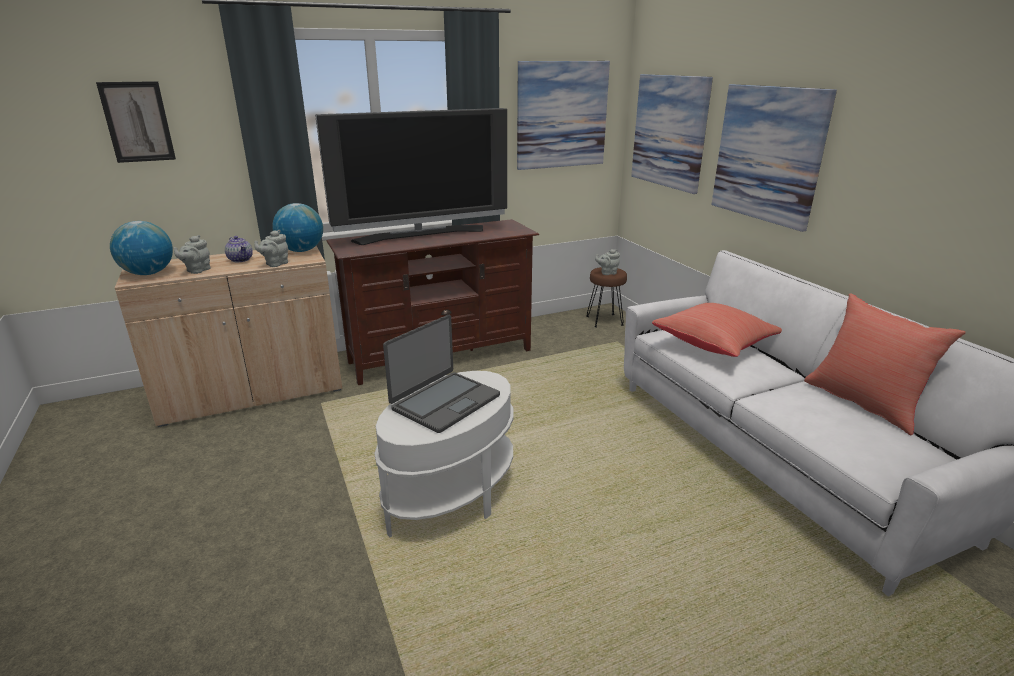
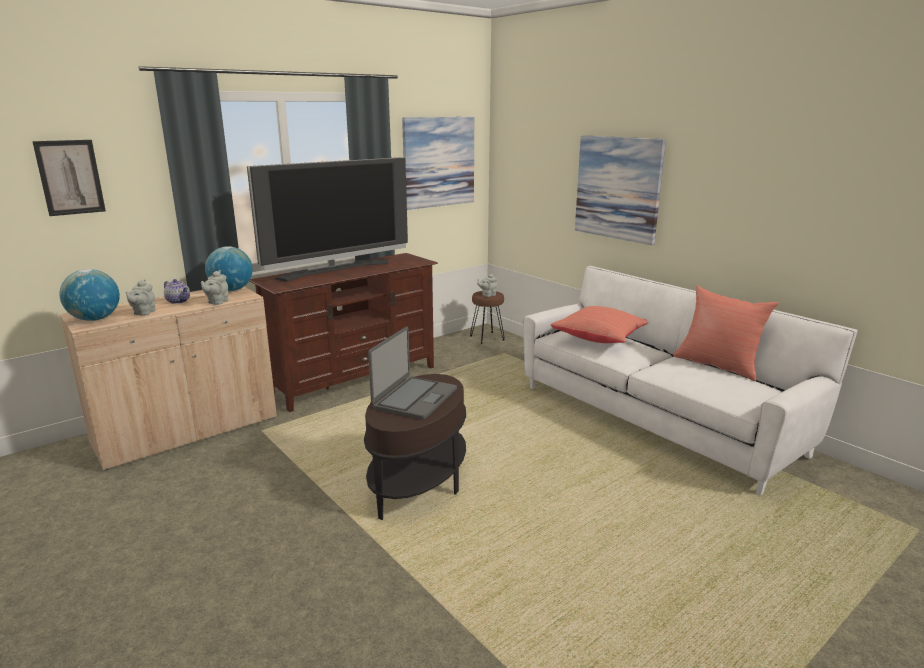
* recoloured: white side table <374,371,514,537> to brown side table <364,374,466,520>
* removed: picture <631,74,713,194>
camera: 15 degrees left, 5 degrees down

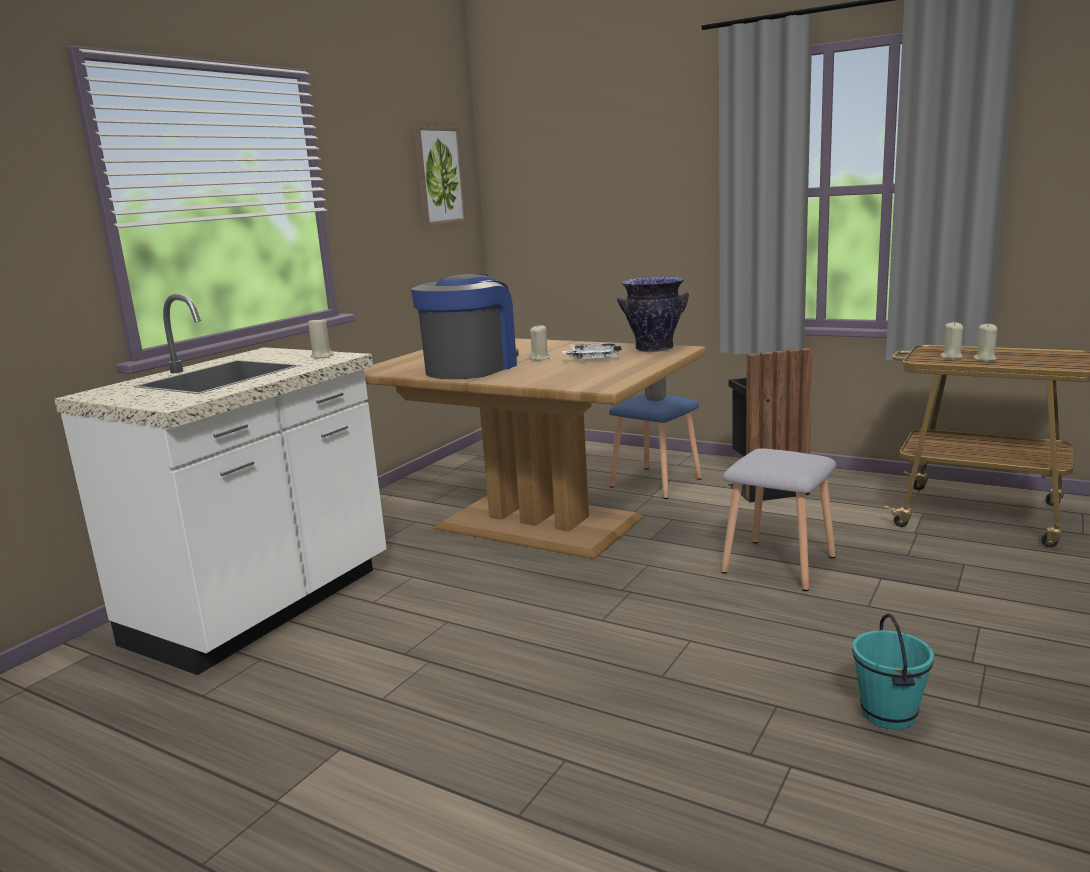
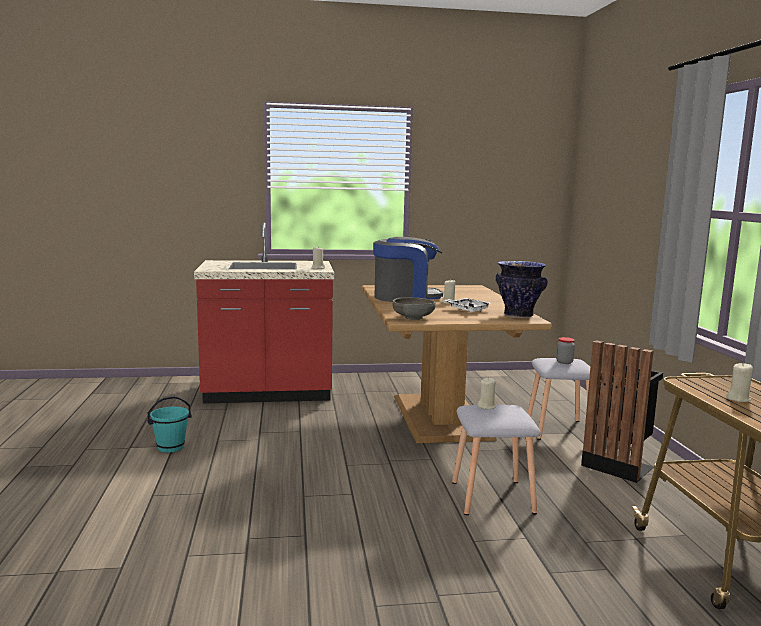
* moved: turquoise bucket <852,613,934,730> to <147,397,192,453>
* recoloured: white counter <54,294,387,675> to red counter <194,222,334,404>
* added: grey bowl <392,297,436,320>
* moved: beige candle <940,321,963,359> to <477,377,496,409>
* recoloured: blue stool <609,394,702,499> to grey stool <528,358,590,440>
* removed: picture <414,126,467,226>
camera: 50 degrees right, 5 degrees down

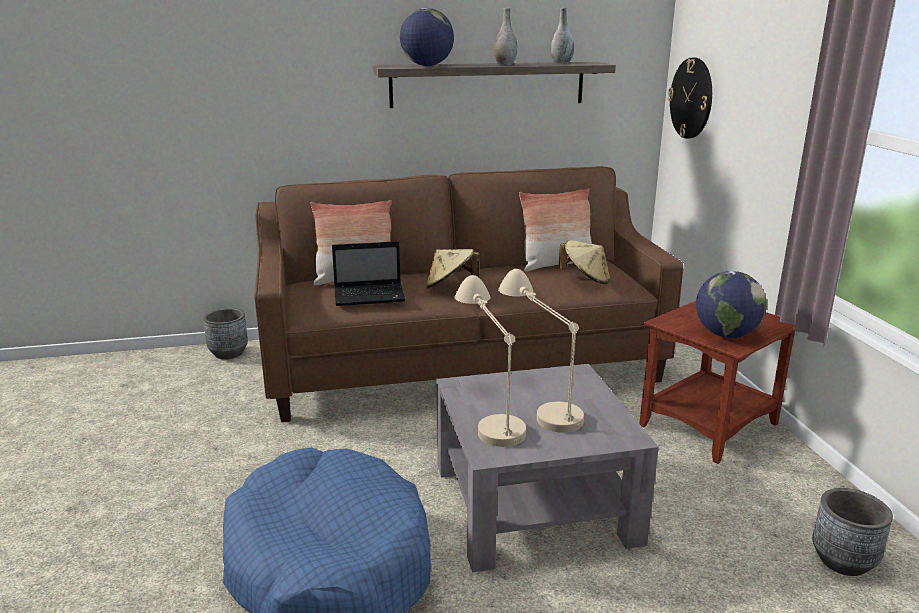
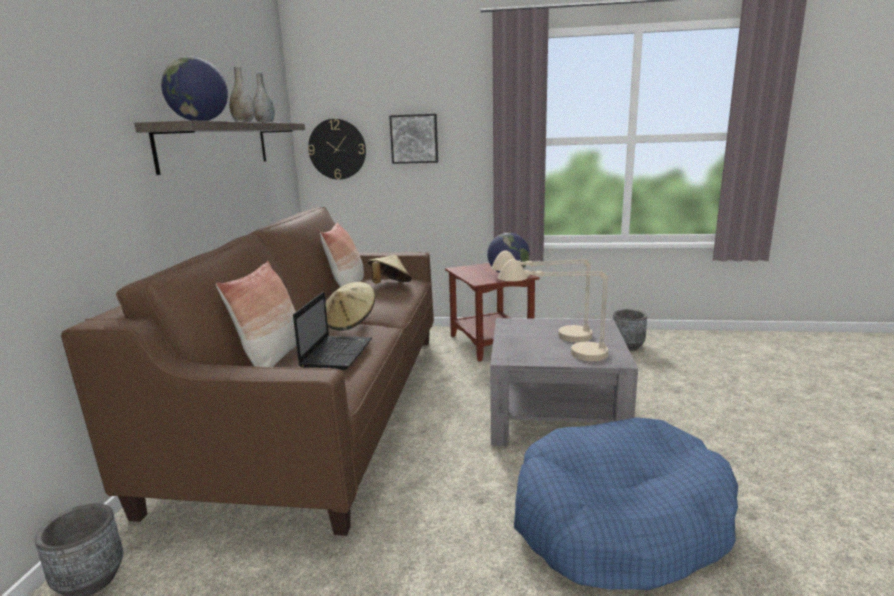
* added: picture <389,114,438,164>
camera: 70 degrees left, 5 degrees down

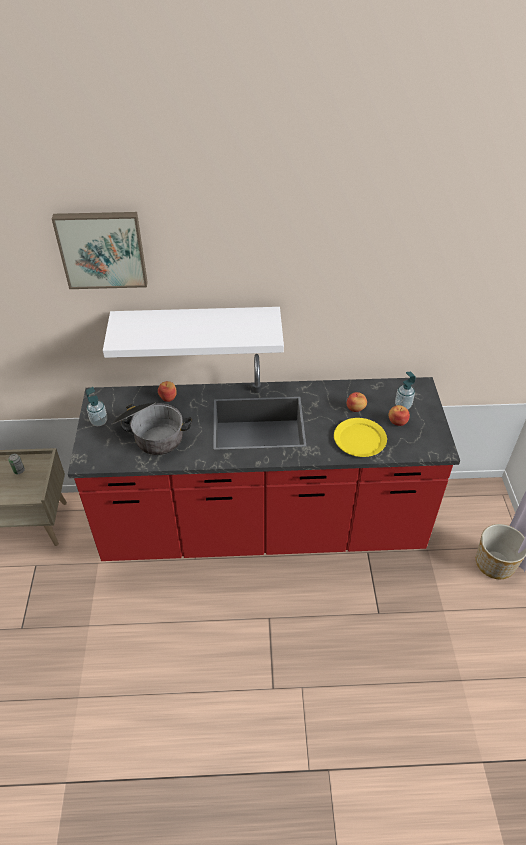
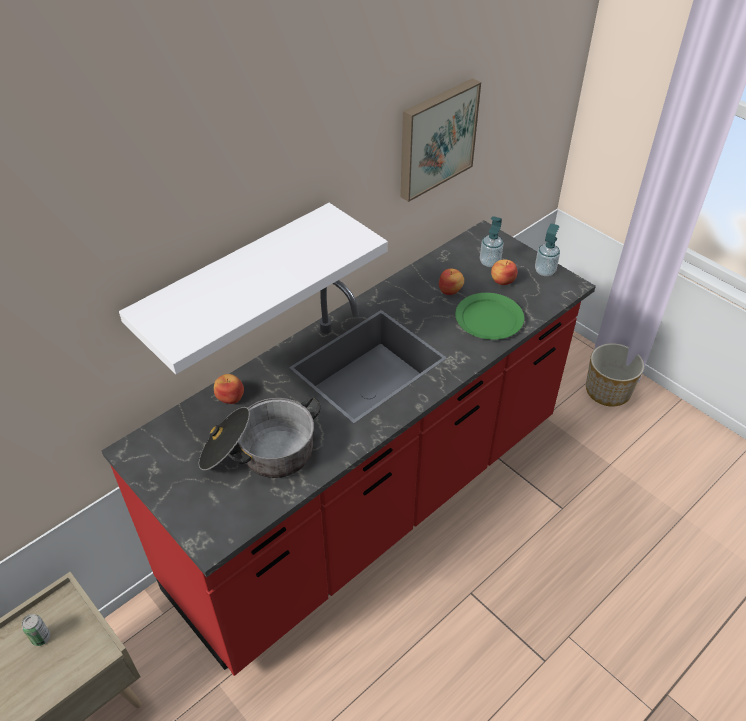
* moved: picture <52,212,148,289> to <400,78,481,202>
* recoloured: yellow plate <334,418,387,457> to green plate <455,293,524,340>
* moved: soap dispenser <86,387,107,426> to <535,224,560,276>
camera: 40 degrees left, 0 degrees up

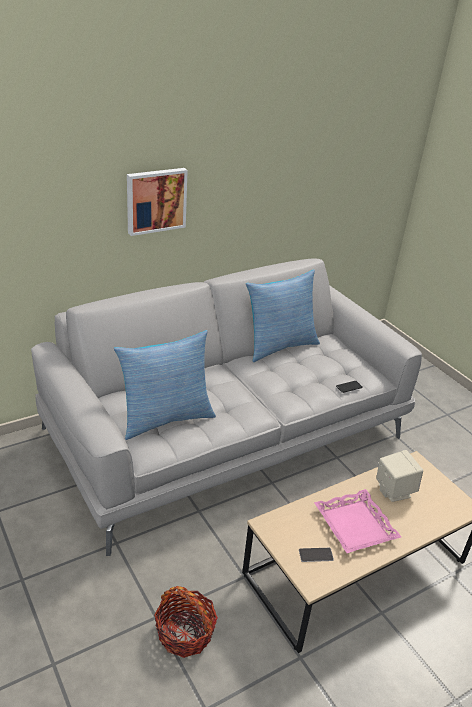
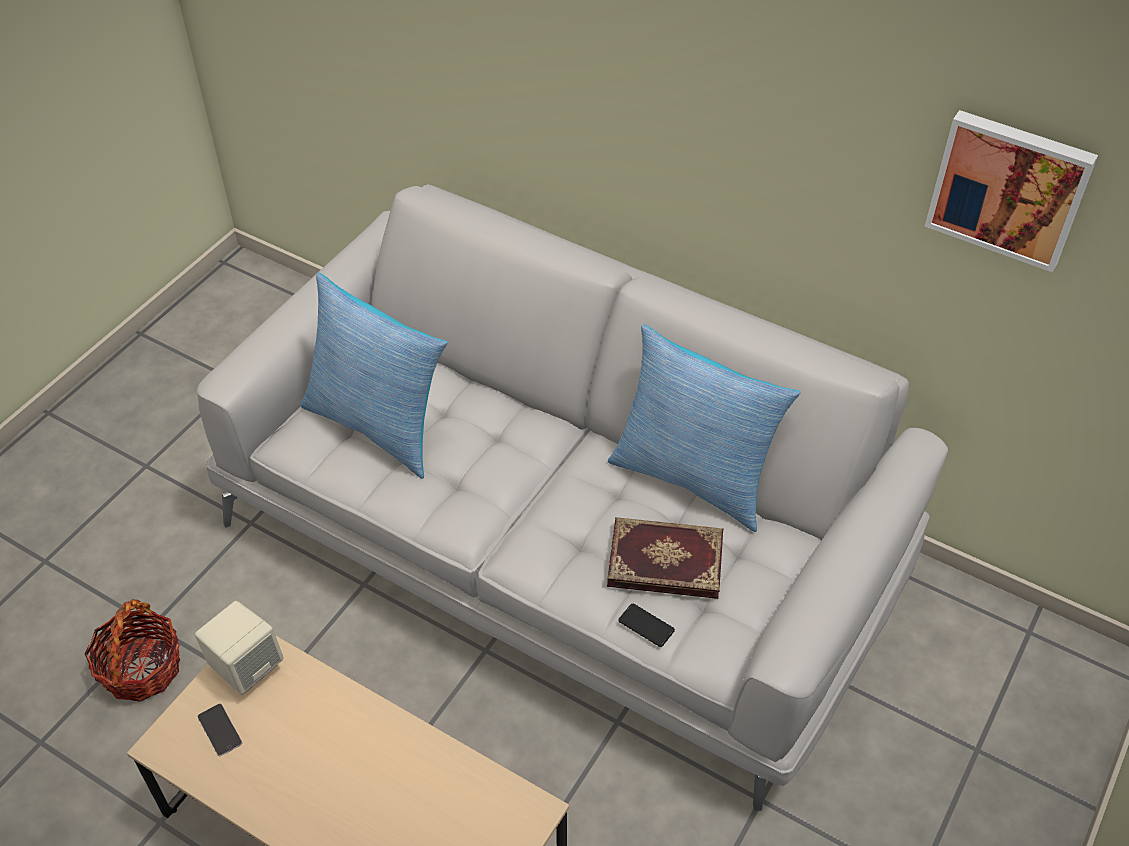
* moved: beige speaker <376,450,423,502> to <195,601,284,695>
* added: book <607,517,723,599>
* moved: picture <127,168,188,236> to <925,110,1098,272>
* removed: pink tray <314,489,401,553>
camera: 65 degrees right, 15 degrees up

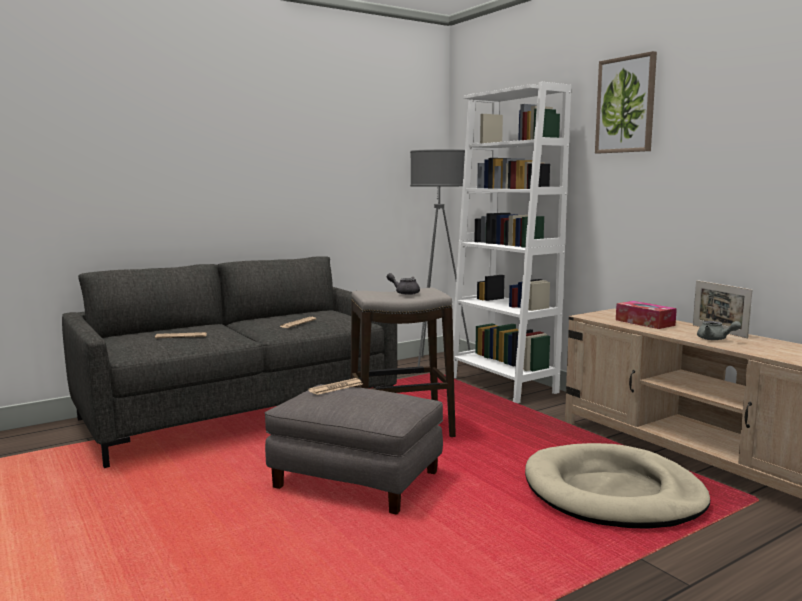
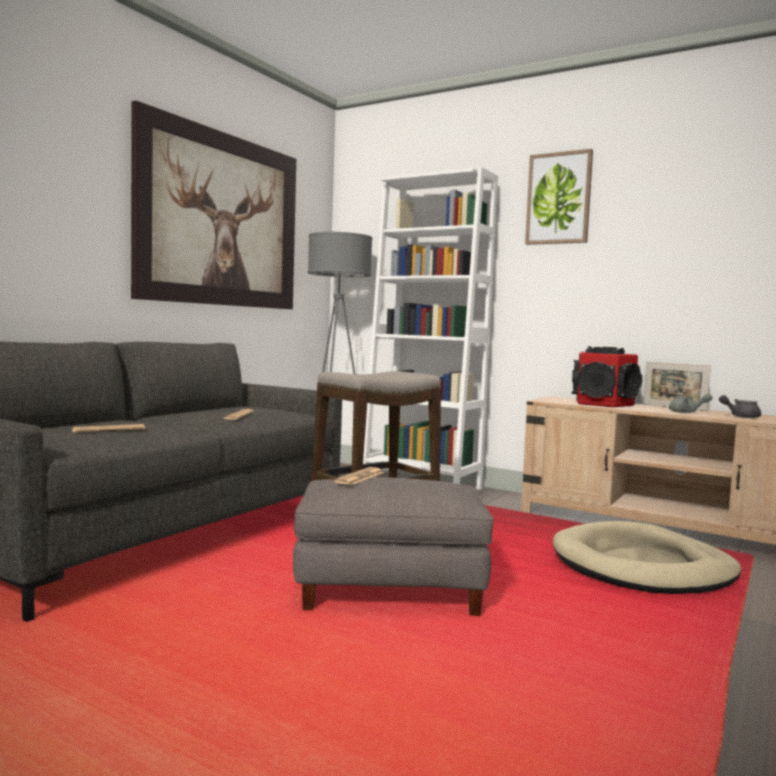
* added: picture <131,100,296,309>
* replaced: tissue box <616,301,677,329> to speaker <572,346,642,407>
* moved: grey teapot <387,273,420,295> to <719,395,761,418>
camera: 25 degrees left, 5 degrees down

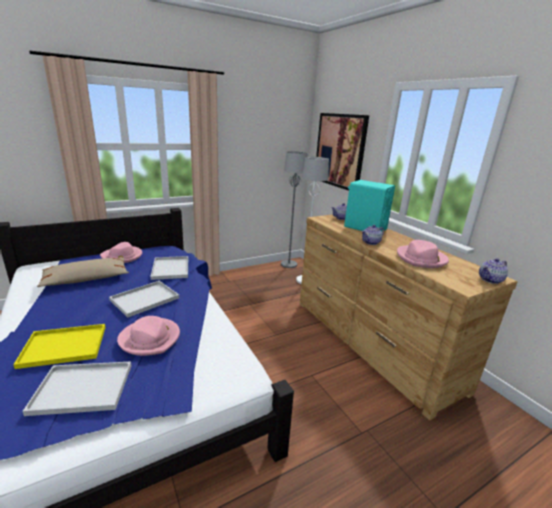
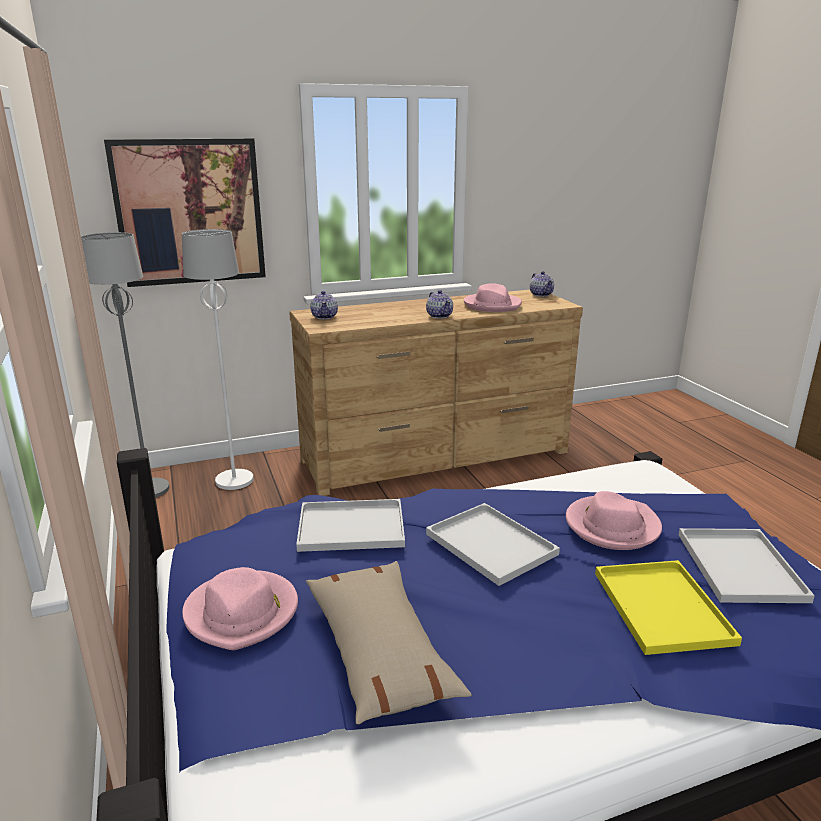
* removed: turquoise speaker <344,180,395,231>
camera: 80 degrees left, 0 degrees up

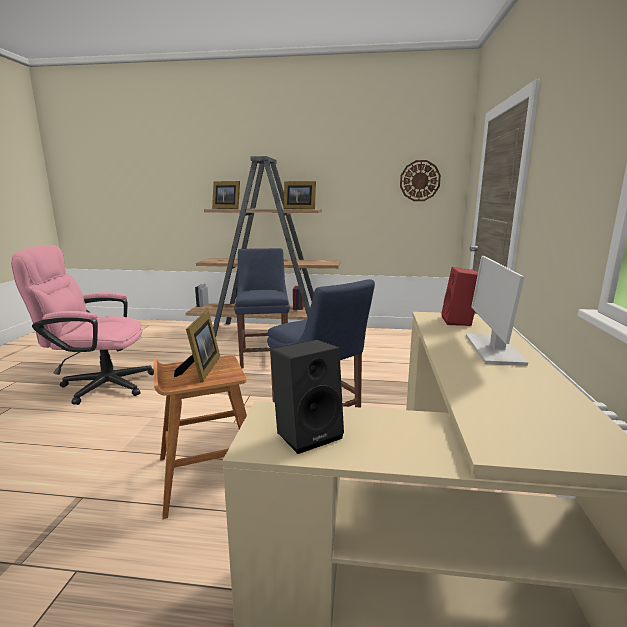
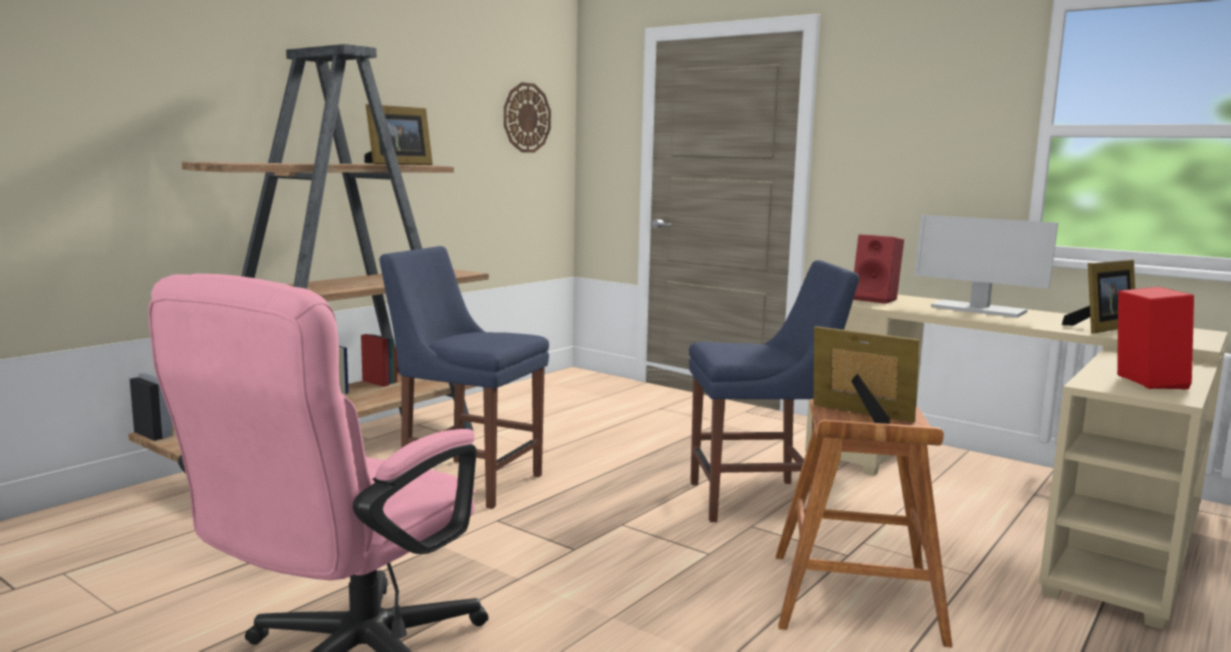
* moved: picture frame <212,181,240,209> to <1062,259,1135,333>
* recoloured: black speaker <270,340,344,454> to red speaker <1117,287,1194,390>
camera: 60 degrees left, 5 degrees down

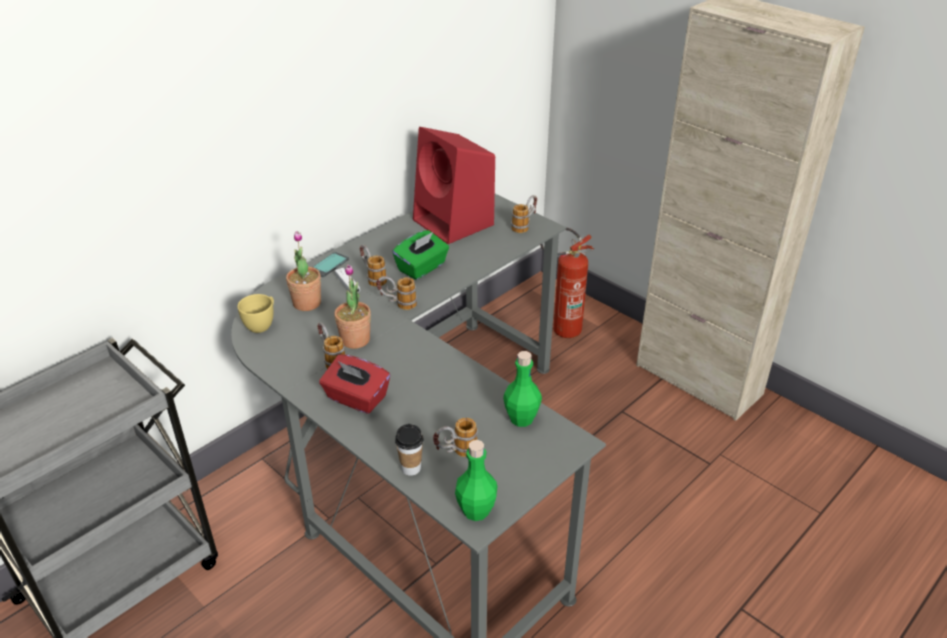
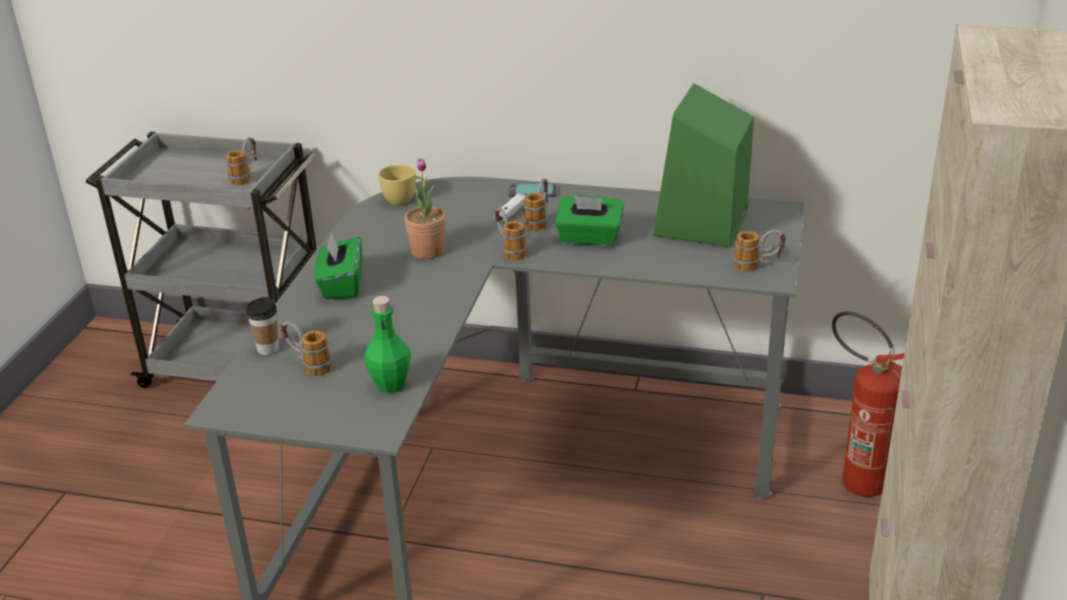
* moved: mug <317,323,346,369> to <226,137,257,185>
* recoloured: red tissue box <319,354,390,414> to green tissue box <314,233,362,299>
* recoloured: red speaker <413,127,495,244> to green speaker <653,83,754,247>
* removed: potted plant <286,231,321,311>
* removed: green bottle <455,440,498,521>
camera: 60 degrees right, 5 degrees down

